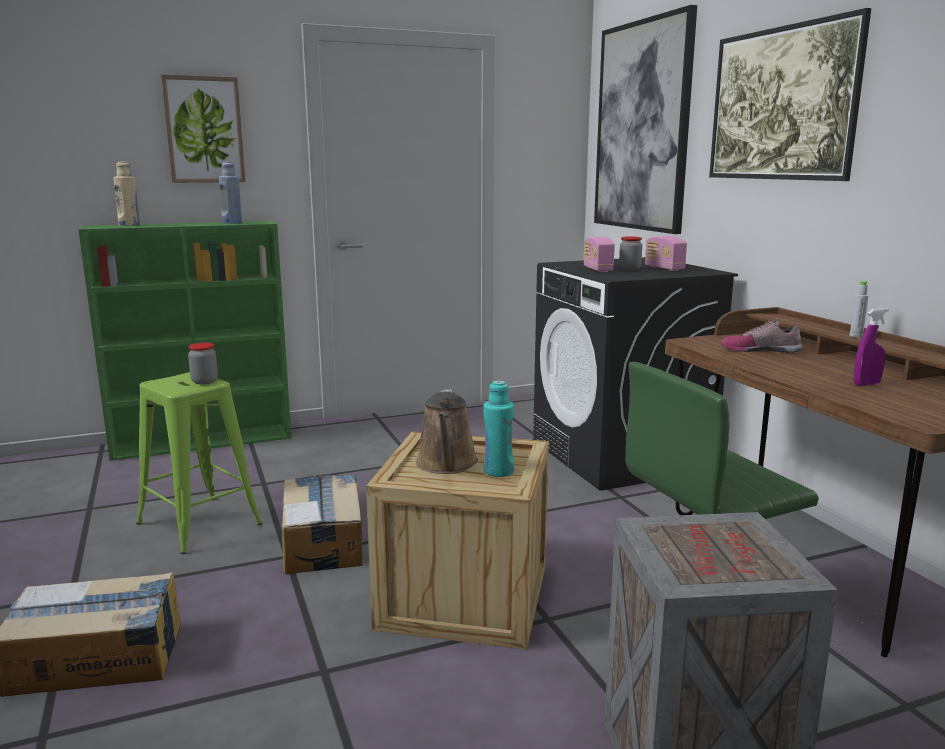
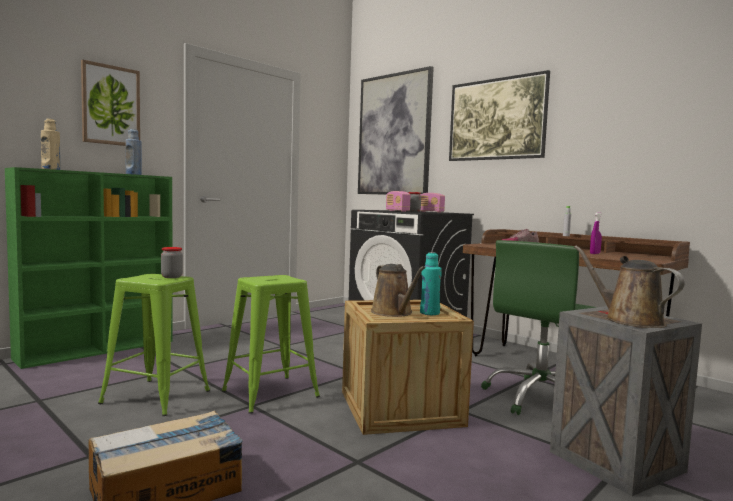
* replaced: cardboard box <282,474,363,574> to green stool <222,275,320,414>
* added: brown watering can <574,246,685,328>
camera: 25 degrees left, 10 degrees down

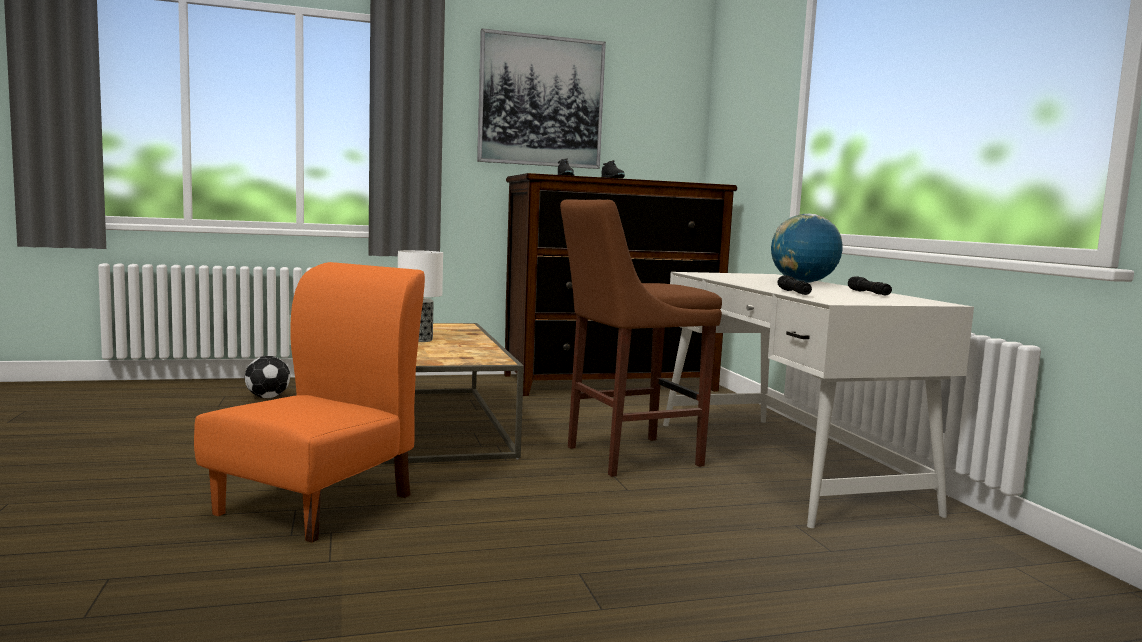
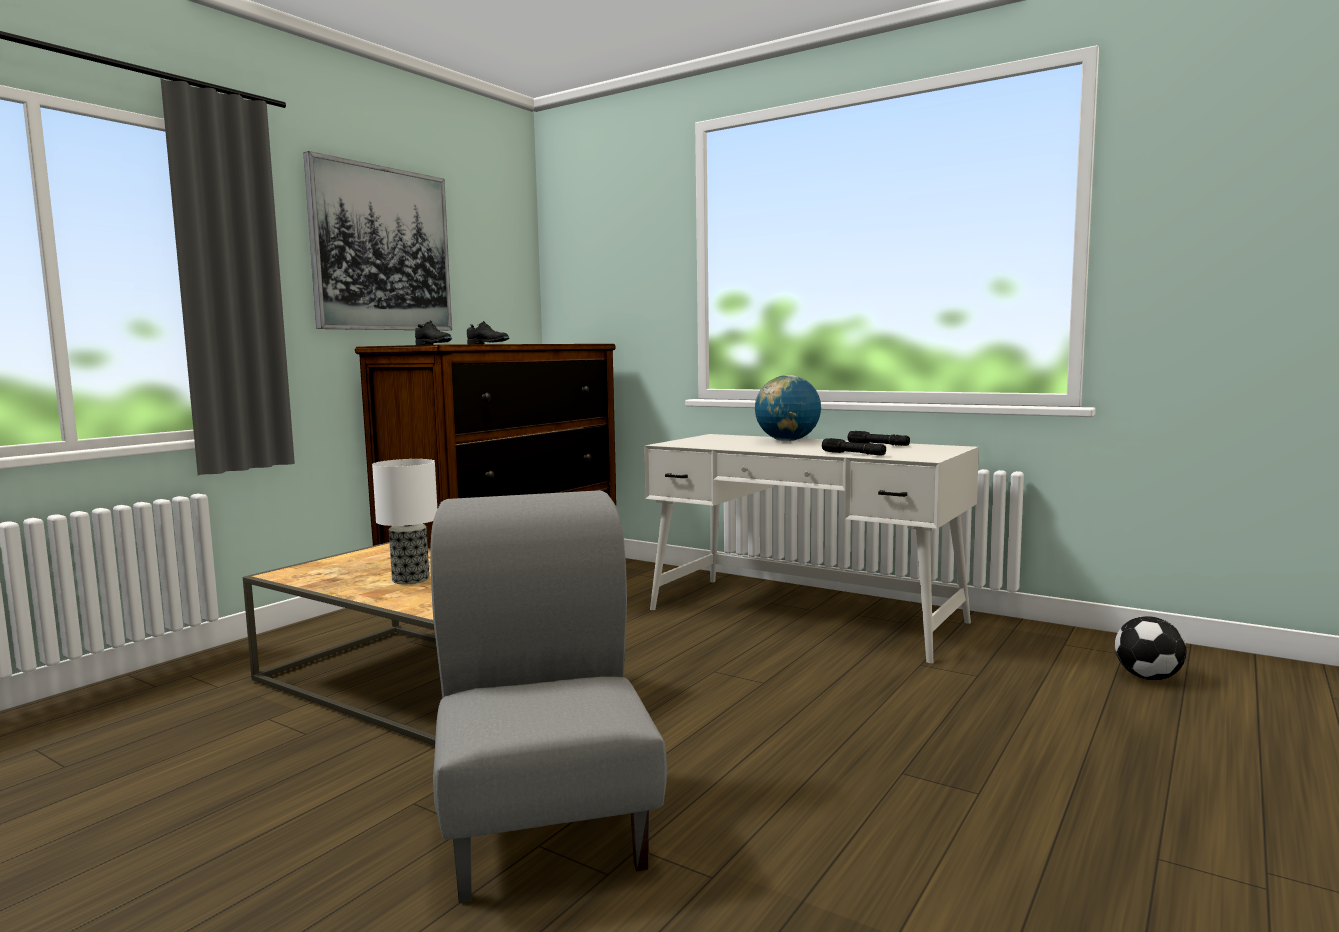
* recoloured: orange chair <194,262,425,543> to grey chair <430,490,667,904>
* moved: football <245,356,290,398> to <1115,616,1187,680>
* removed: brown stool <560,199,722,477>
camera: 40 degrees left, 0 degrees up

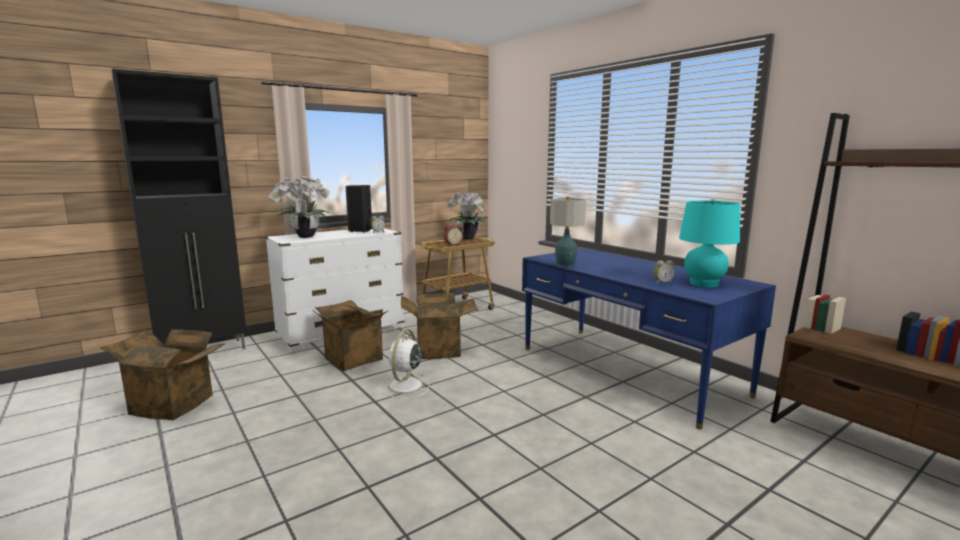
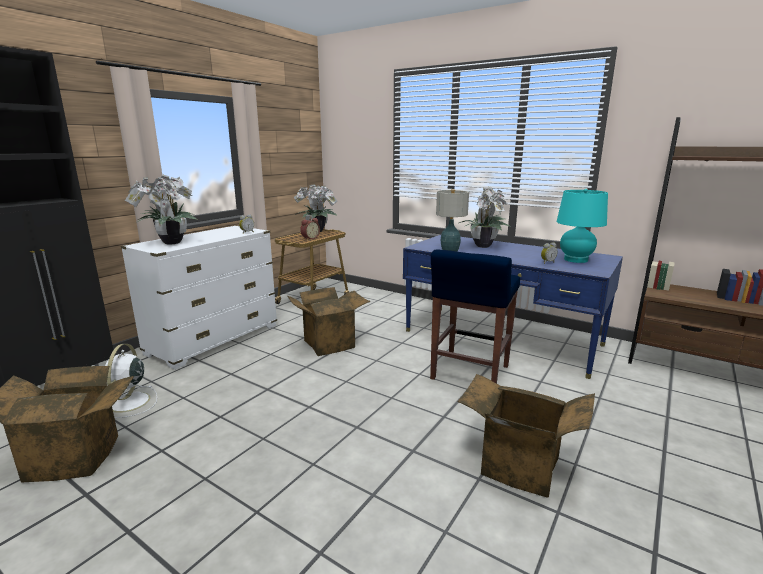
* moved: white fan <380,329,429,398> to <105,344,157,418>
* added: blue stool <430,249,520,384>
* moved: cardboard box <312,300,388,371> to <457,374,595,497>
* added: potted plant <459,187,510,248>
* removed: black speaker <346,185,372,233>
camera: 20 degrees left, 5 degrees up

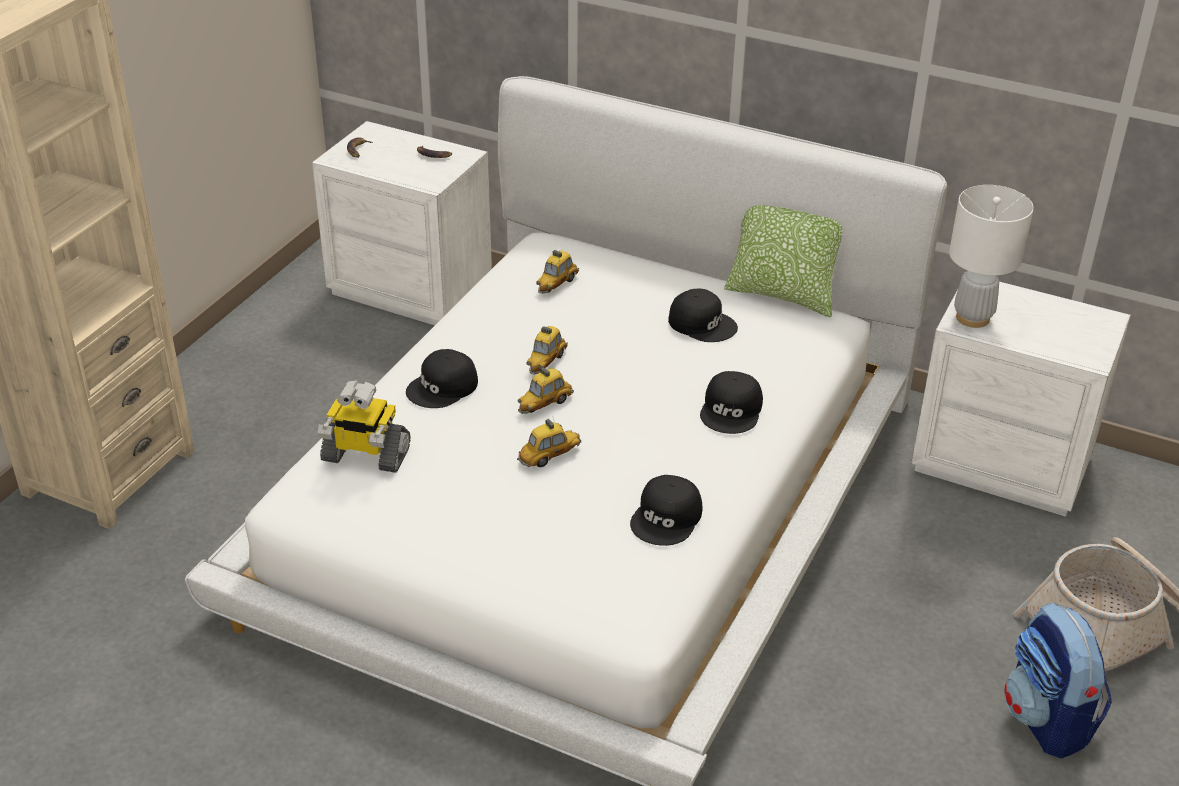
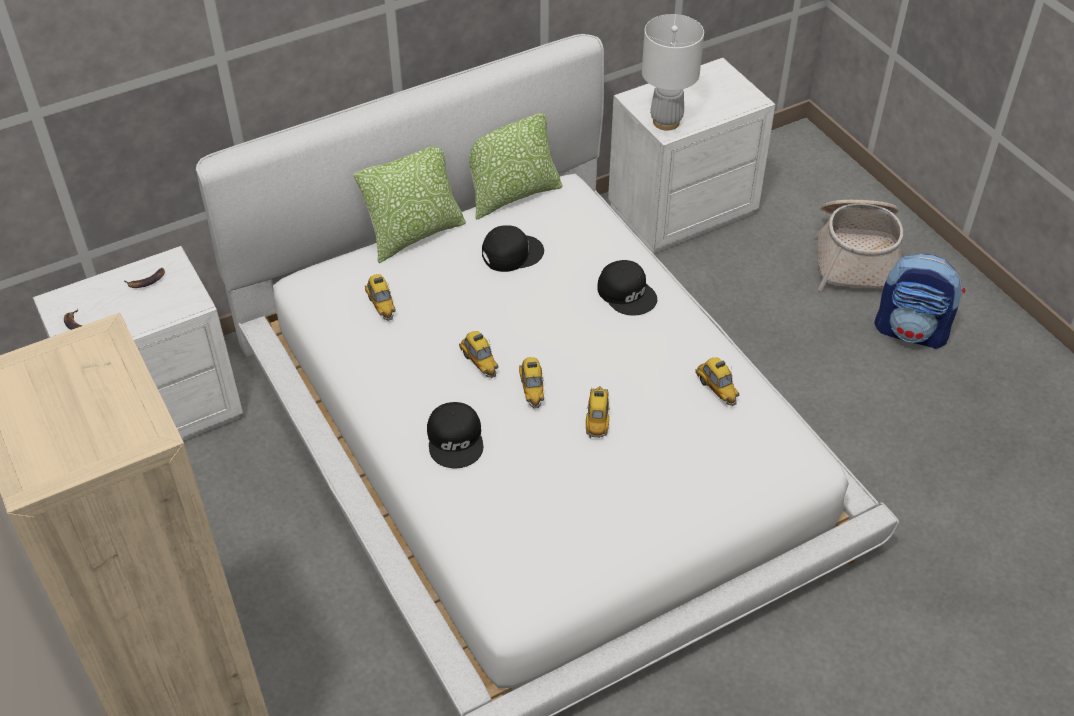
* added: pillow <353,146,466,263>
* replaced: black cap <630,475,702,546> to toy car <695,357,739,406>
* removed: toy robot <318,380,411,473>
camera: 55 degrees left, 10 degrees up

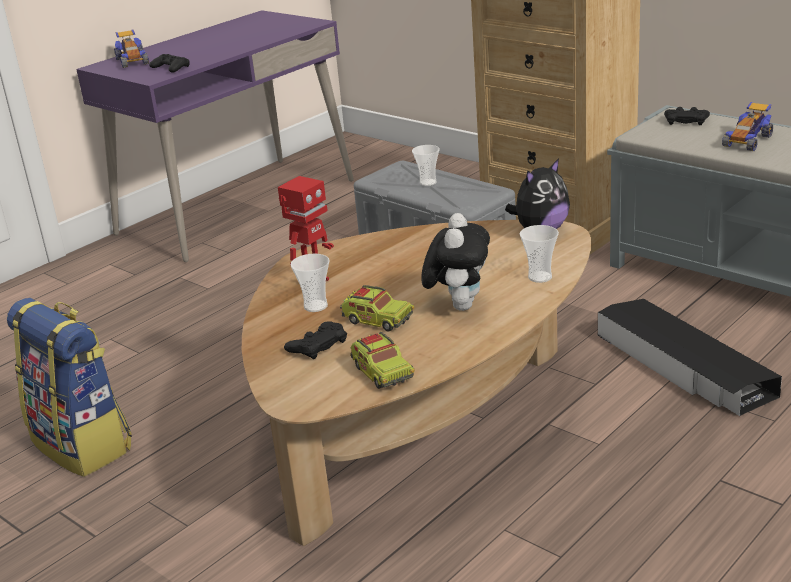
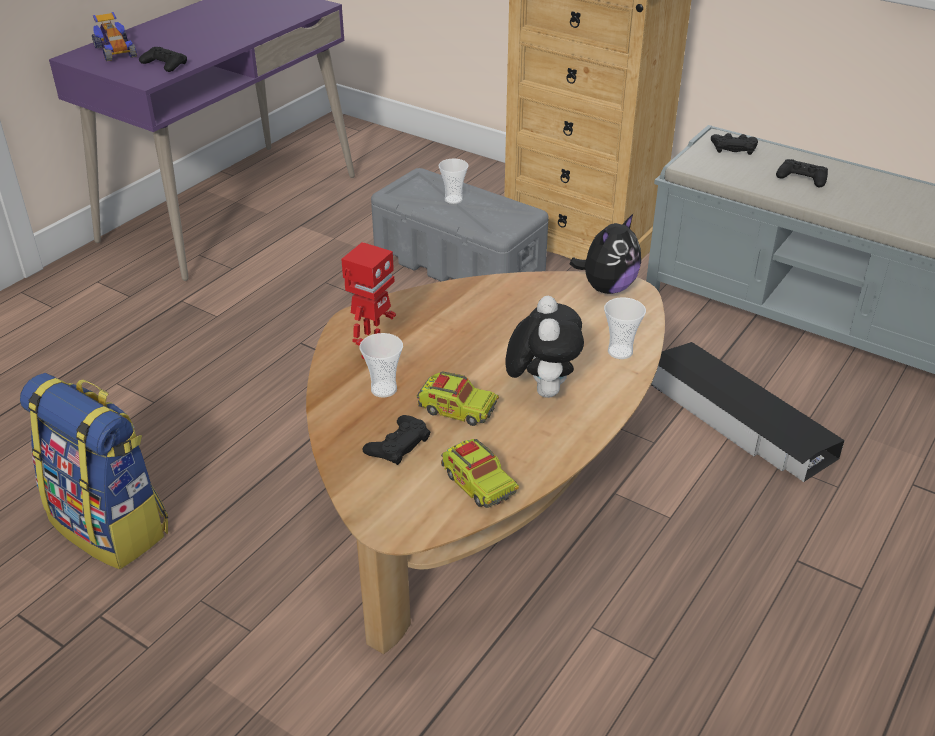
* replaced: toy car <722,102,773,151> to black game controller <776,159,828,187>
camera: 10 degrees left, 10 degrees up

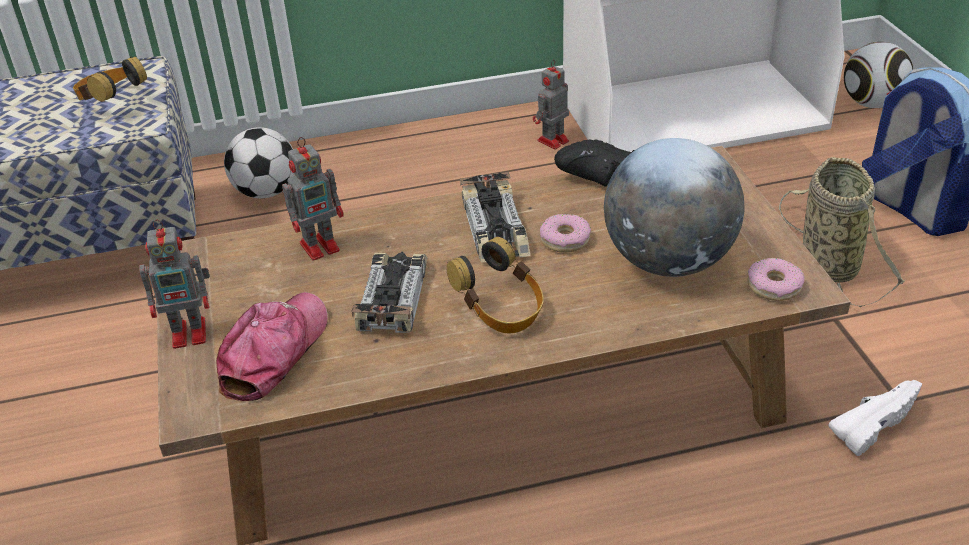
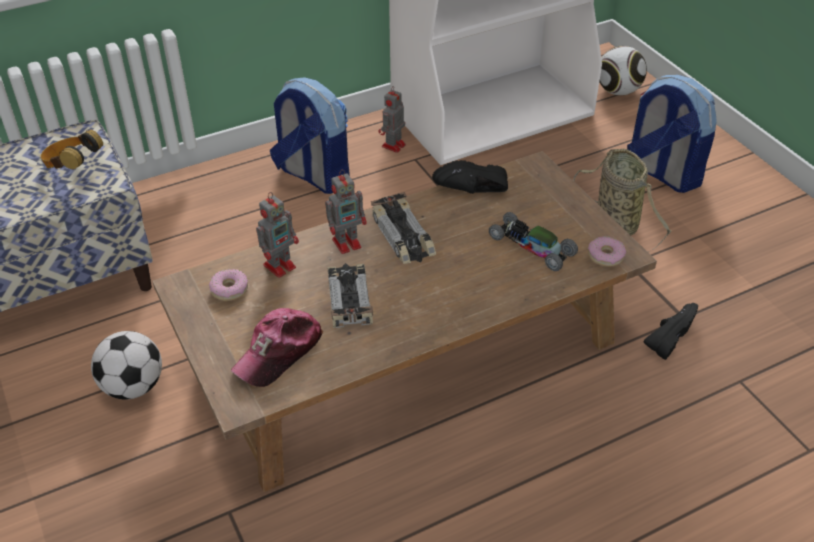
* moved: football <224,127,295,199> to <91,331,162,399>
* moved: donut <540,214,591,253> to <209,269,248,301>
* turned: cap <217,292,328,401> = <231,308,323,387> 150 degrees counterclockwise
* added: backpack <270,77,350,194>
* moved: toy robot <139,220,210,349> to <325,170,367,254>
* replaced: globe <604,138,744,277> to toy car <489,212,578,271>
* recoloured: white shoe <828,380,922,456> to black shoe <644,303,698,360>
* removed: headphones <447,237,544,333>
camera: 15 degrees left, 5 degrees up

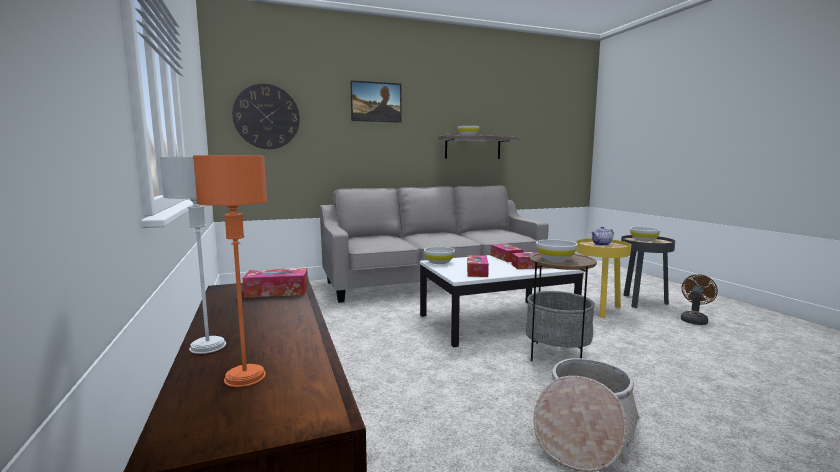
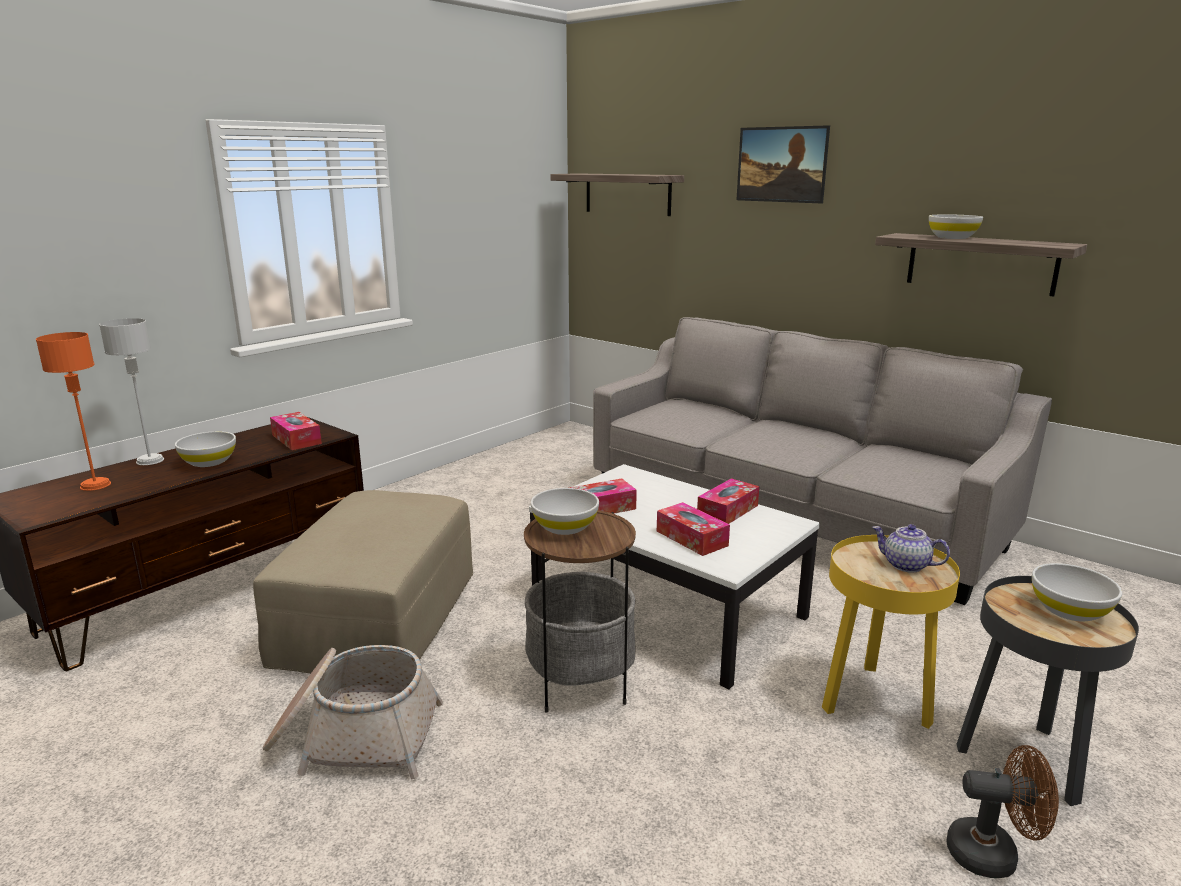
* moved: white bowl <424,247,455,264> to <175,431,236,467>
* added: beige ottoman <253,490,473,674>
* replaced: wall clock <232,84,300,149> to shelf <551,173,684,216>
camera: 60 degrees right, 10 degrees up

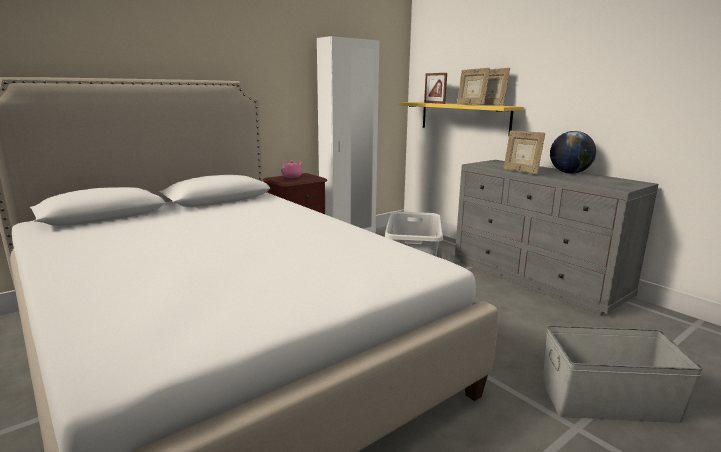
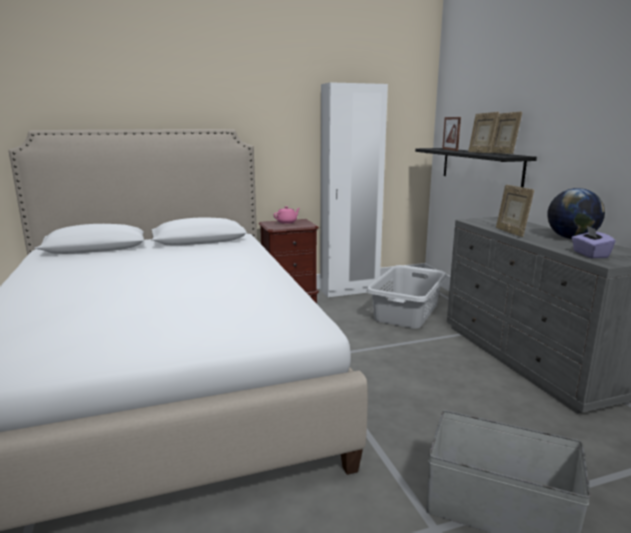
* recoloured: yellow shelf <399,102,524,136> to black shelf <415,148,537,187>
* added: purple tissue box <572,226,616,258>
camera: 20 degrees right, 0 degrees up

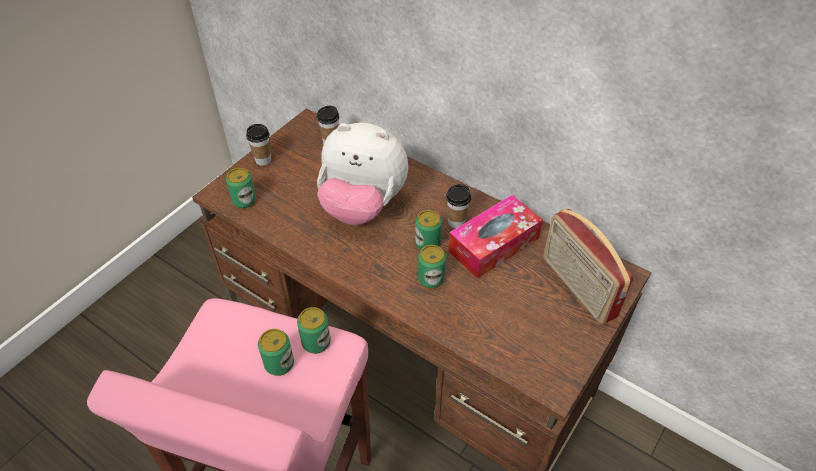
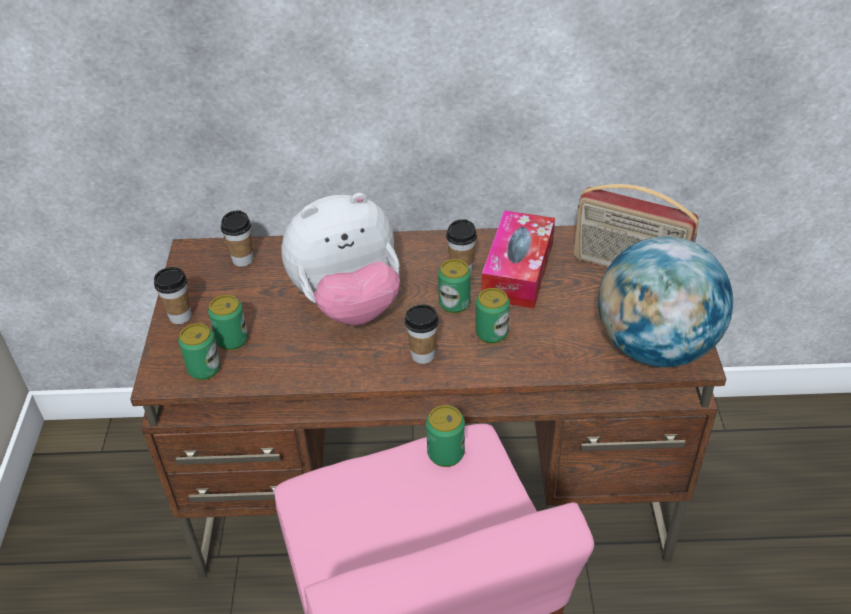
* moved: can <258,329,294,376> to <208,295,248,350>
* added: cup <405,304,439,364>
* added: globe <598,236,733,367>
camera: 35 degrees left, 5 degrees down

